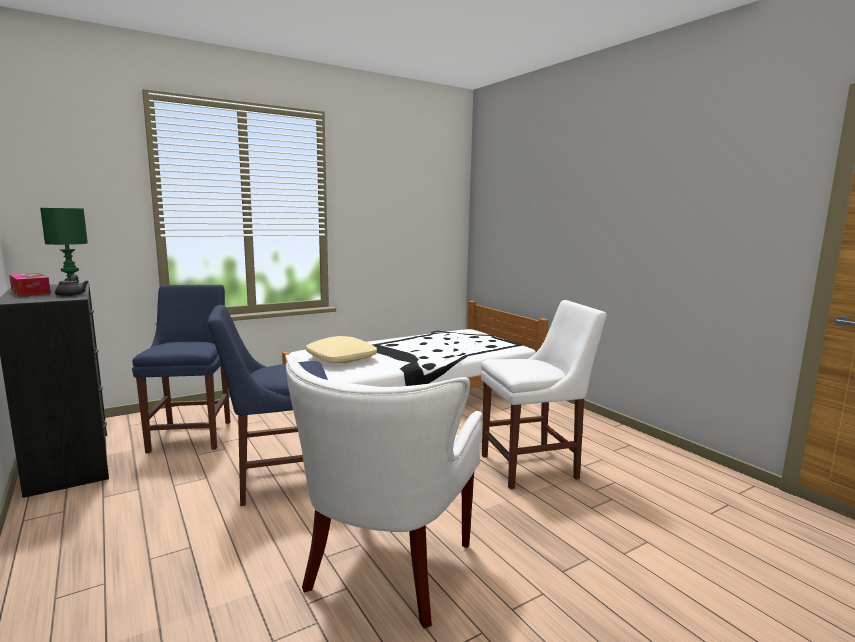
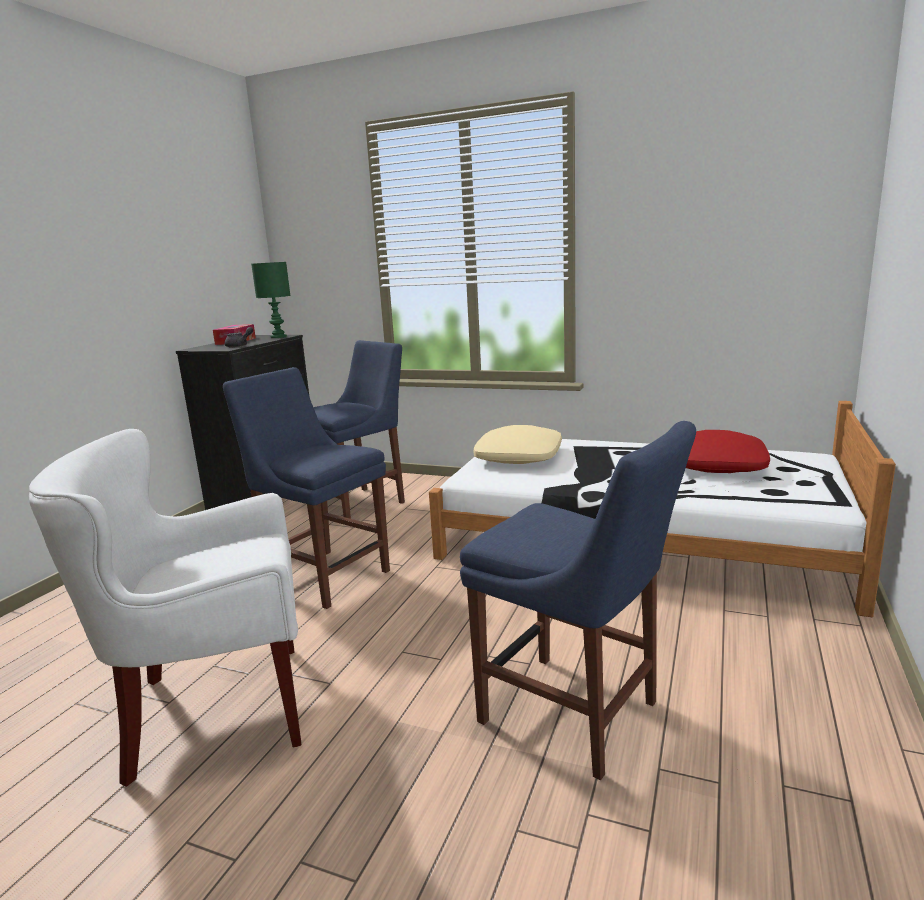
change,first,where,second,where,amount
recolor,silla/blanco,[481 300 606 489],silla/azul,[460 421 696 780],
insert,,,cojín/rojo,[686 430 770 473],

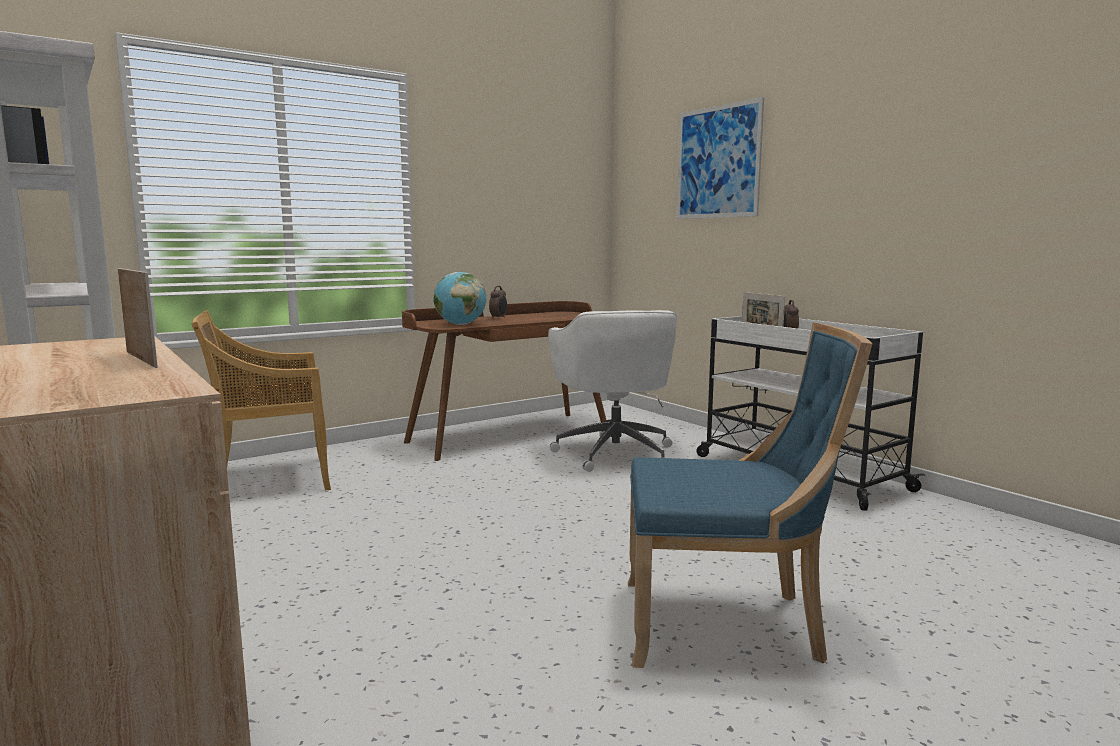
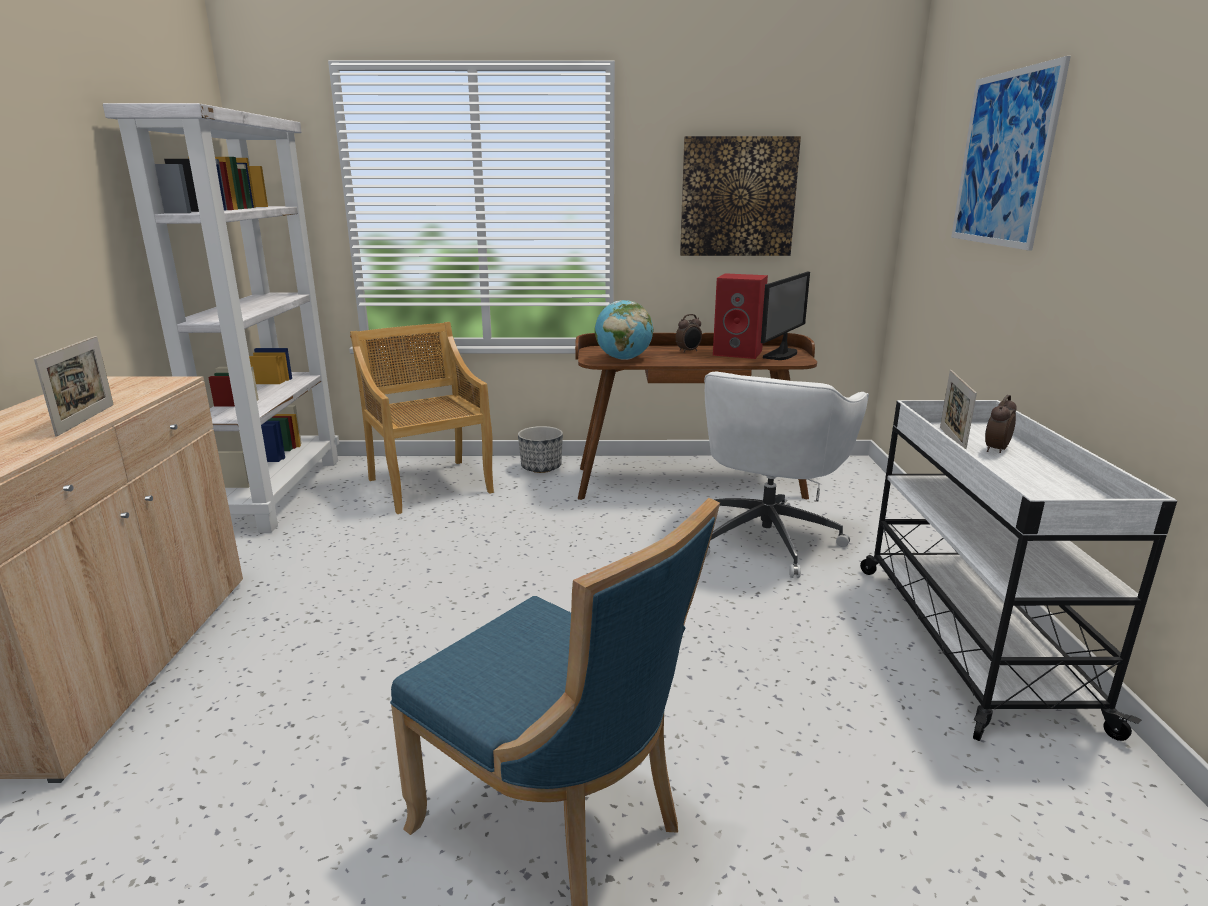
change,first,where,second,where,amount
rotate,silla/beis,[191 310 331 490],,[350 322 494 514],45 degrees clockwise
insert,,,cuadro,[680 136 801 256],
insert,,,monitor,[761 272 810 360],
insert,,,altavoz/rojo,[713 273 768 359],
insert,,,maceta,[518 426 563 473],

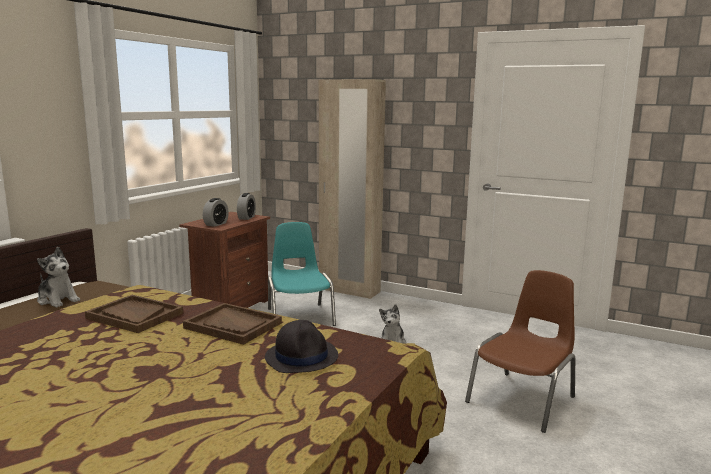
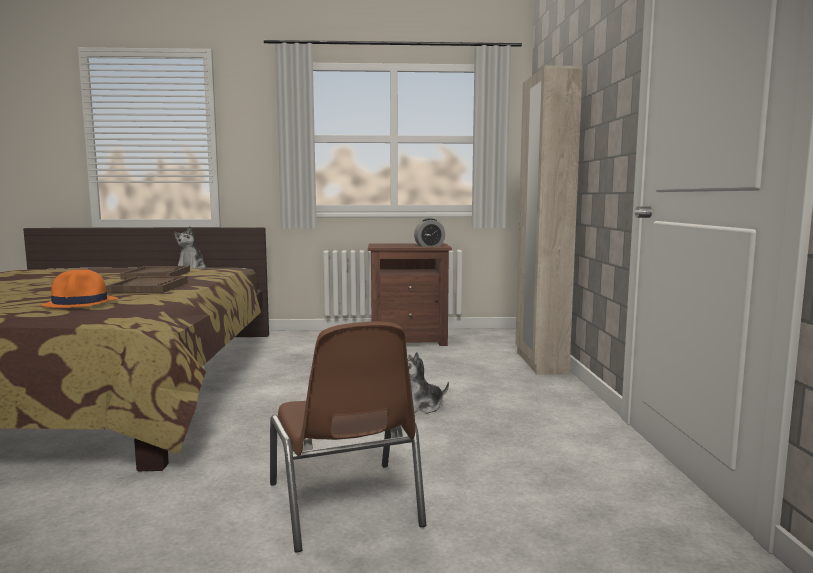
change,first,where,second,where,amount
delete,despertador,[203 198 229 227],,,
delete,silla/turquesa,[268 222 336 326],,,
rotate,silla/marrón,[465 270 575 433],,[270 322 426 552],60 degrees clockwise
recolor,sombrero/negro,[265 320 338 373],sombrero/naranja,[40 269 118 308],

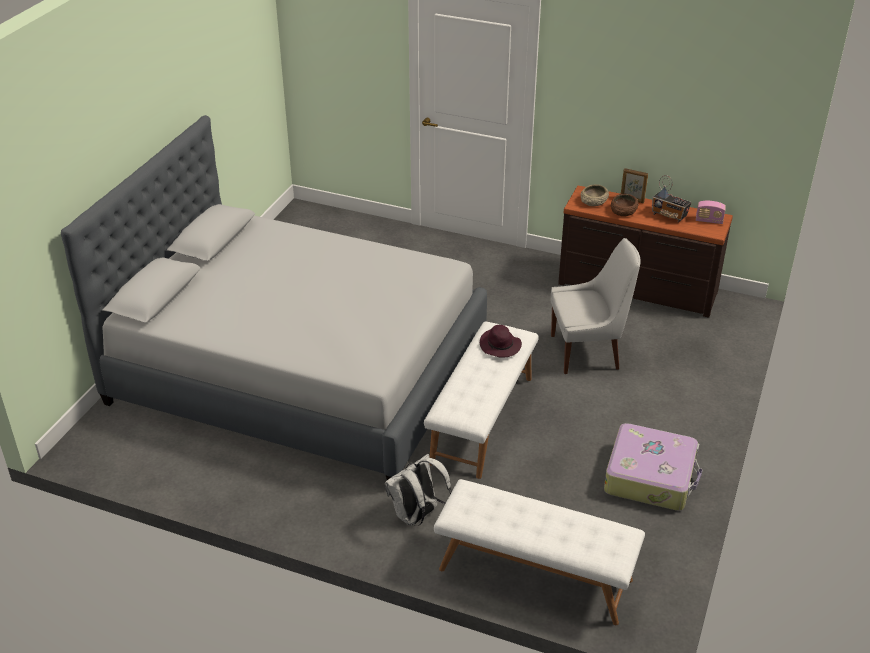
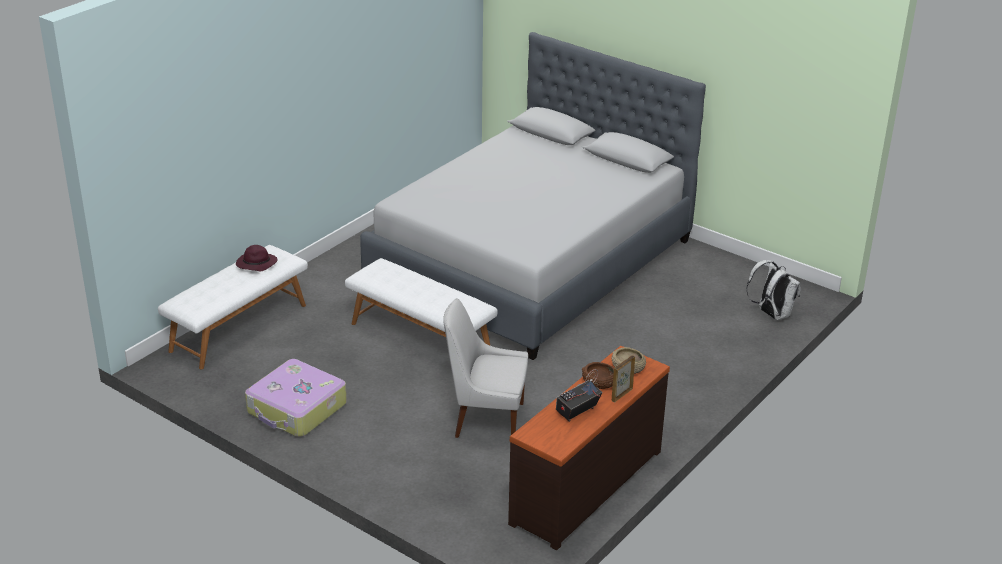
change,first,where,second,where,amount
delete,radio,[696 201 726 224],,,
rotate,silla/blanco,[551 238 640 374],,[443 298 528 438],90 degrees clockwise
move,sombrero/morado,[480 325 522 357],,[236 245 278 271],
move,mochila/blanco,[385 454 452 526],,[746 260 801 320],

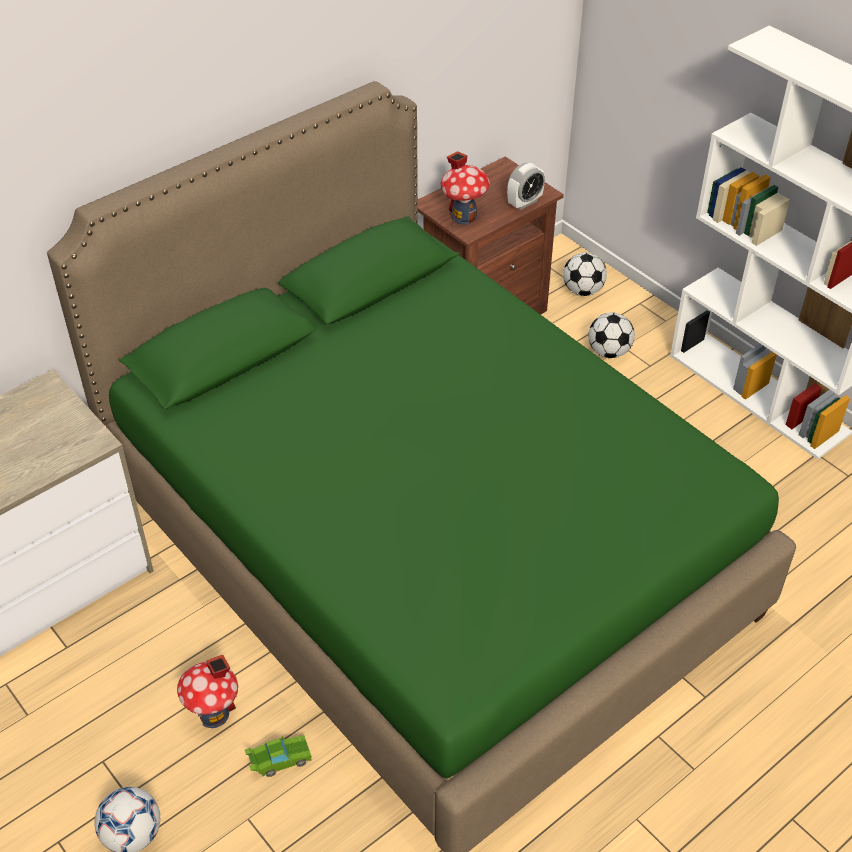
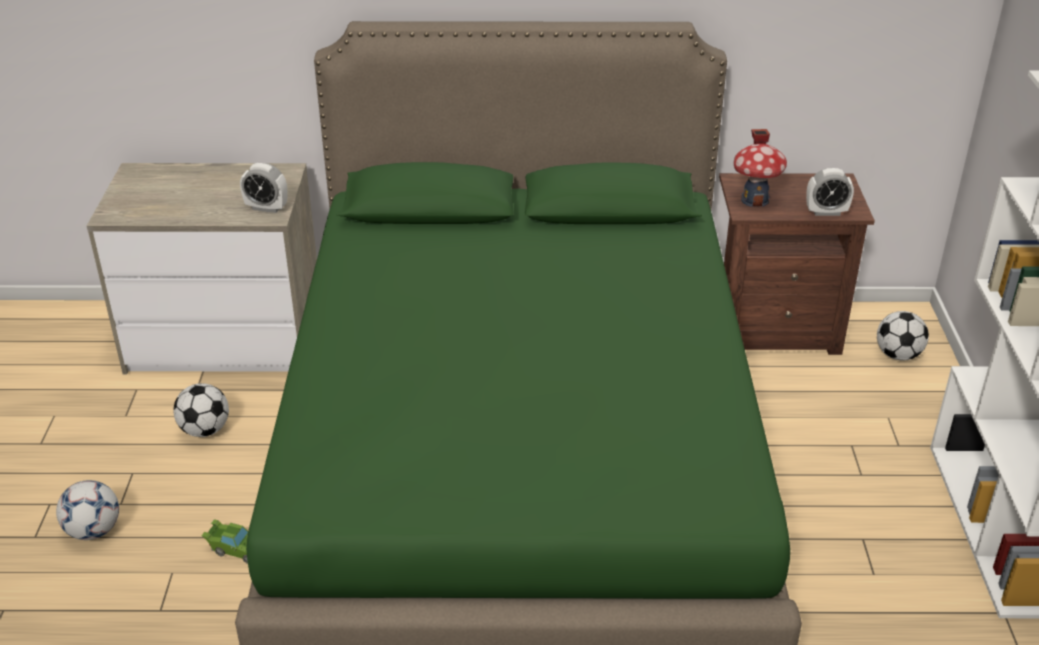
change,first,where,second,where,amount
move,balón de fútbol,[588 312 635 358],,[173 383 229 437],
delete,casita,[177 655 238 728],,,
insert,,,despertador,[240 163 288 213],

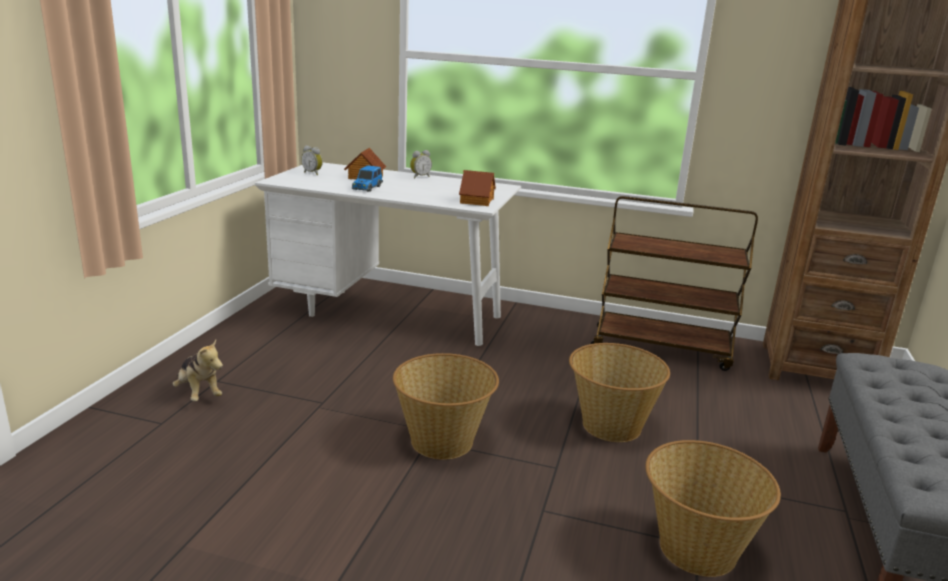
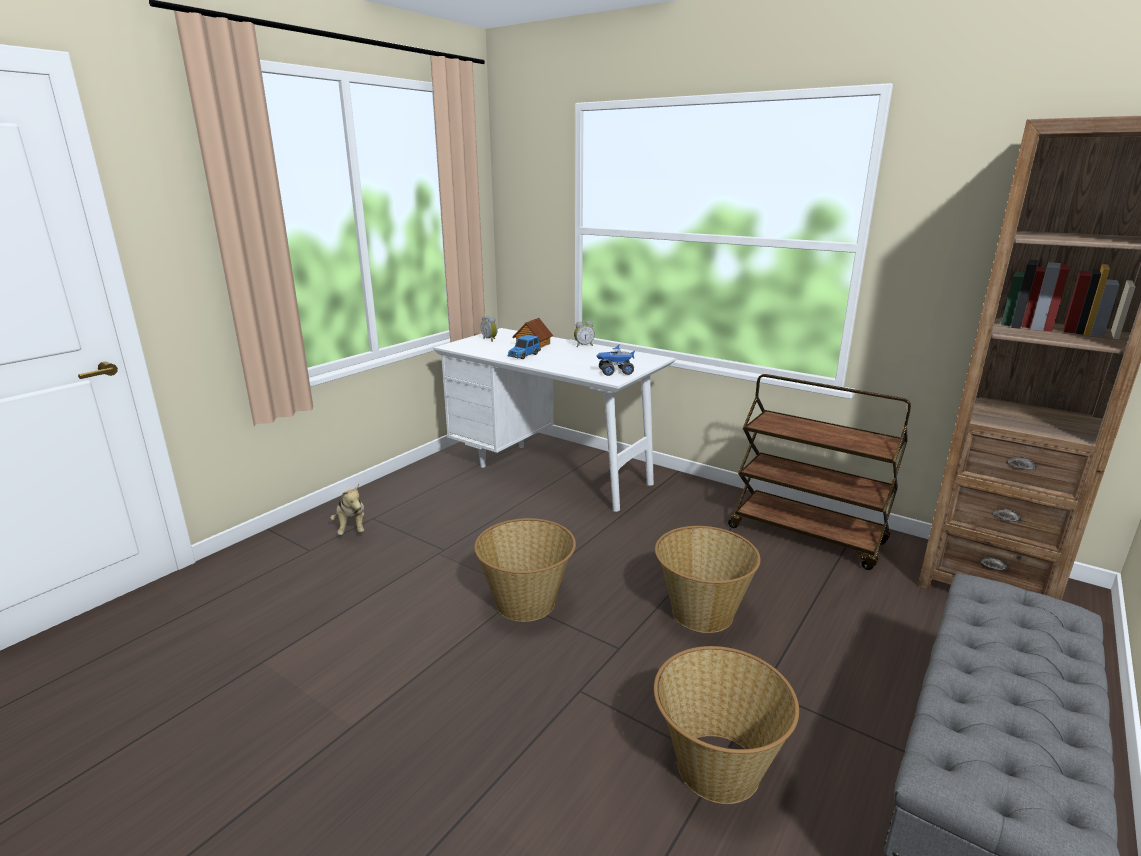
change,first,where,second,where,amount
replace,casita,[459 170 496 206],camión de juguete,[597 344 635 376],

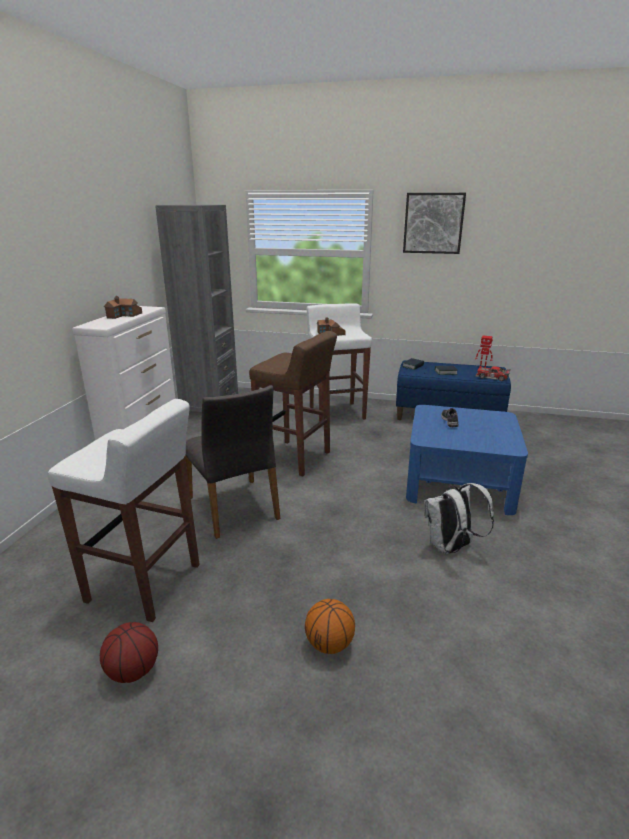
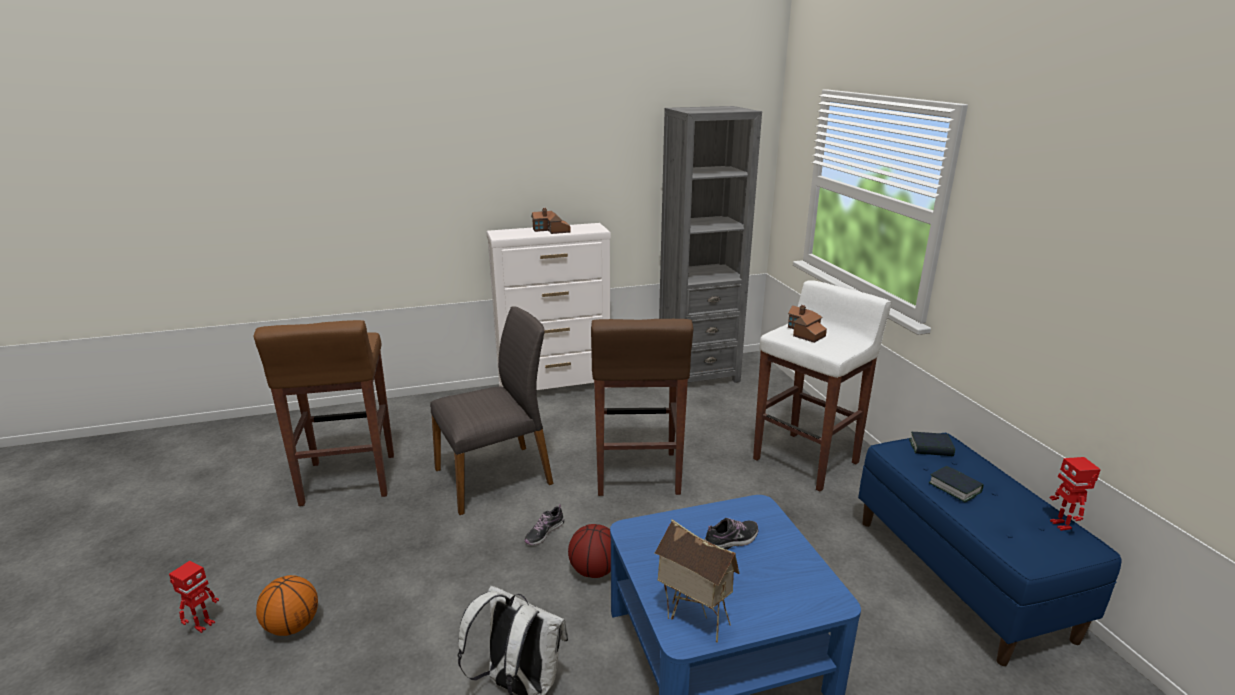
change,first,where,second,where,amount
delete,cuadro,[403 193 466 254],,,
delete,coche de juguete,[475 366 511 381],,,
rotate,silla/gris,[185 385 280 539],,[430 306 553 515],150 degrees counterclockwise
recolor,taburete/blanco,[47 399 200 622],taburete/marrón,[254 320 394 506],
move,balón de baloncesto,[100 622 158 683],,[568 524 611 578],
insert,,,zapato,[524 504 564 545],
insert,,,casita,[655 519 739 642],
insert,,,robot de juguete,[169 561 219 633],

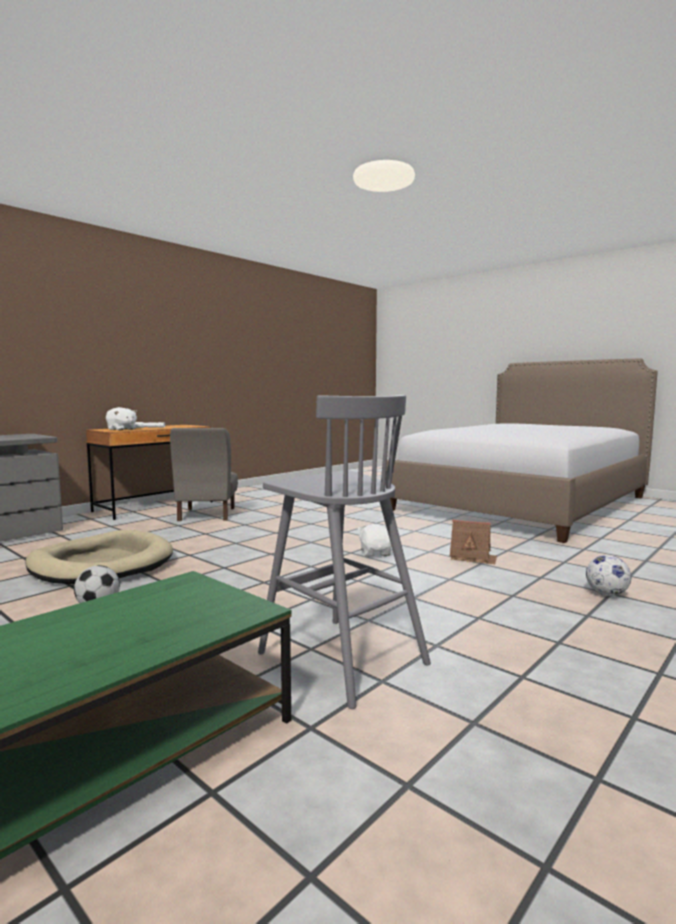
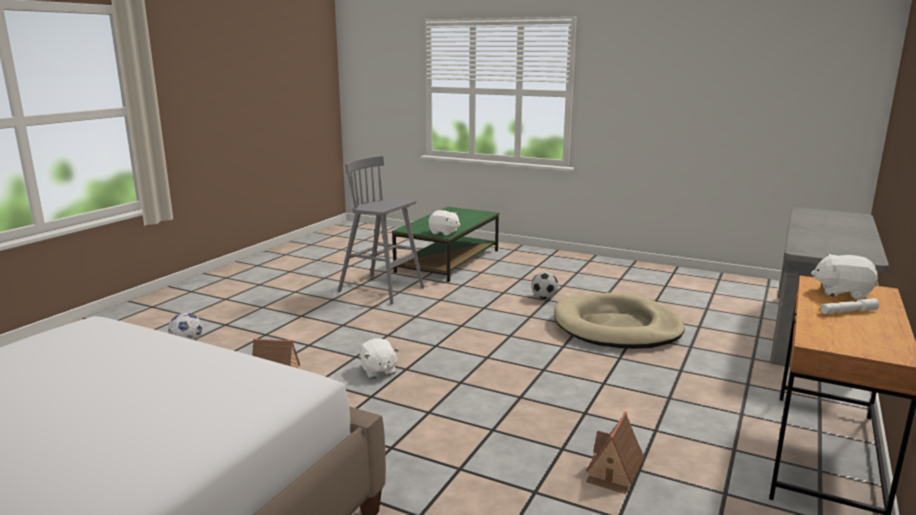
change,first,where,second,where,amount
delete,silla/gris,[170 428 238 521],,,
insert,,,peluche/blanco,[428 210 461 236],
insert,,,casita,[586 412 644 494],

